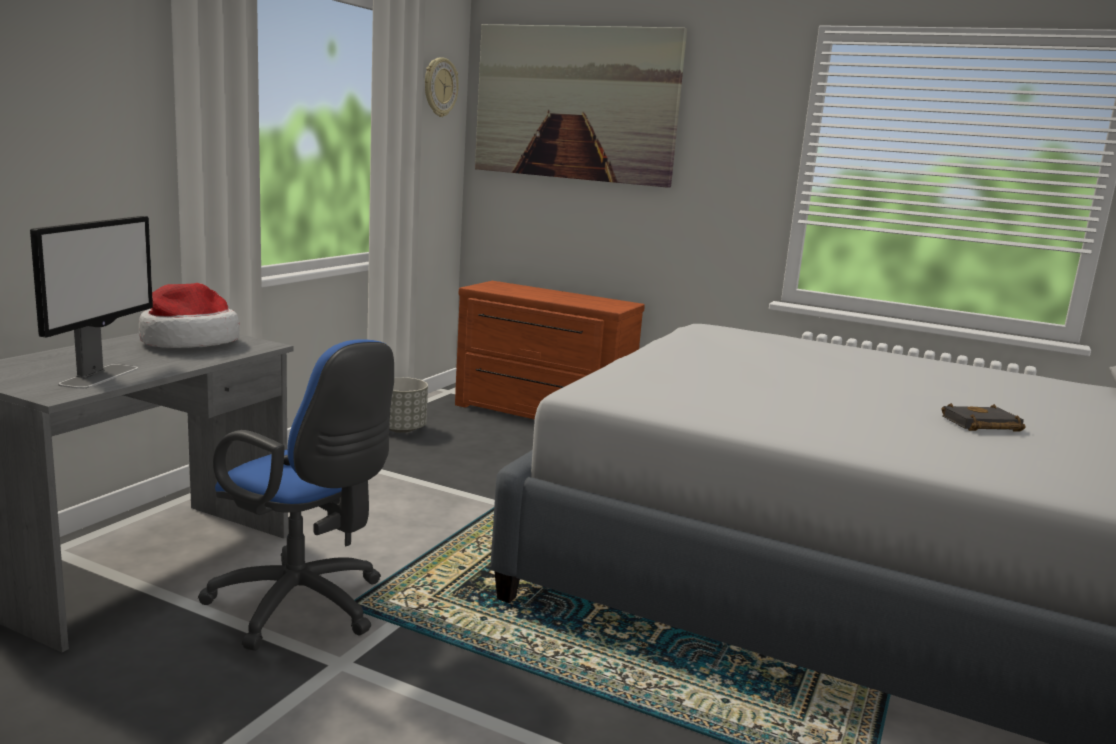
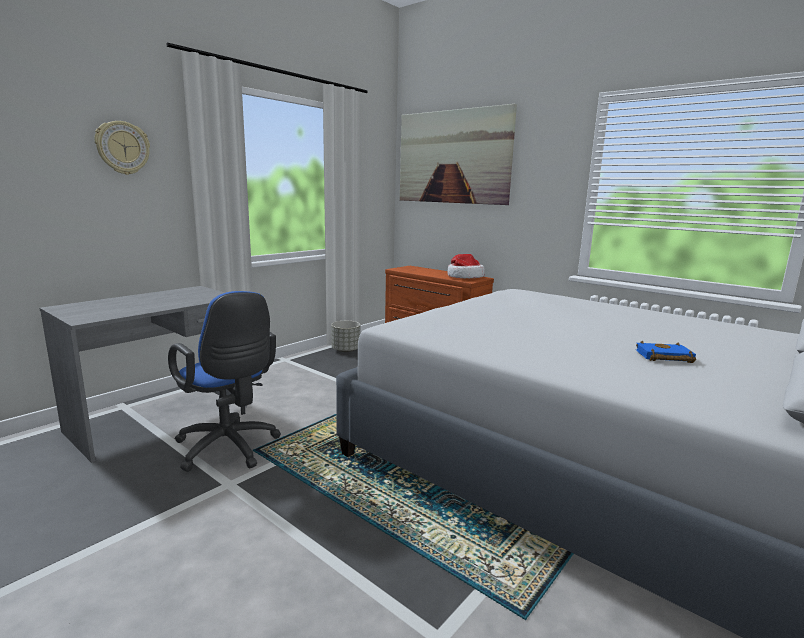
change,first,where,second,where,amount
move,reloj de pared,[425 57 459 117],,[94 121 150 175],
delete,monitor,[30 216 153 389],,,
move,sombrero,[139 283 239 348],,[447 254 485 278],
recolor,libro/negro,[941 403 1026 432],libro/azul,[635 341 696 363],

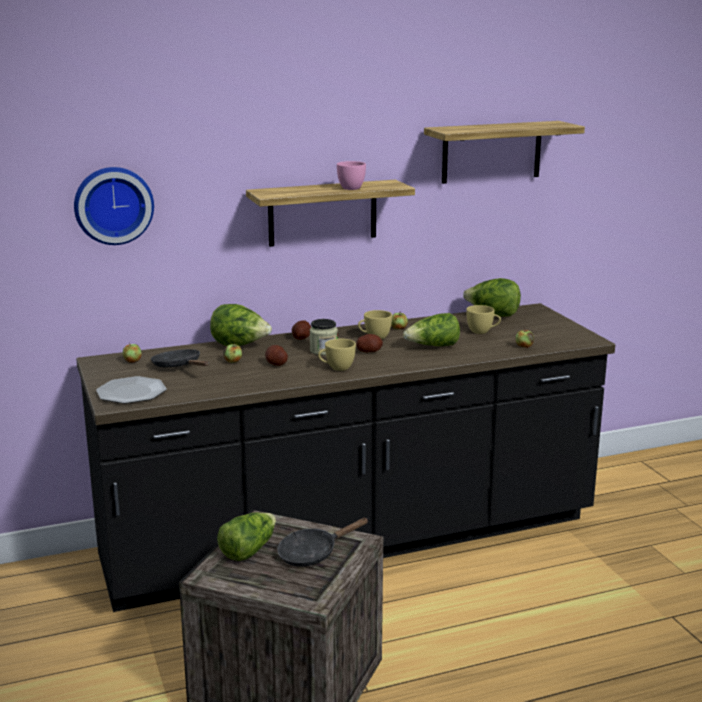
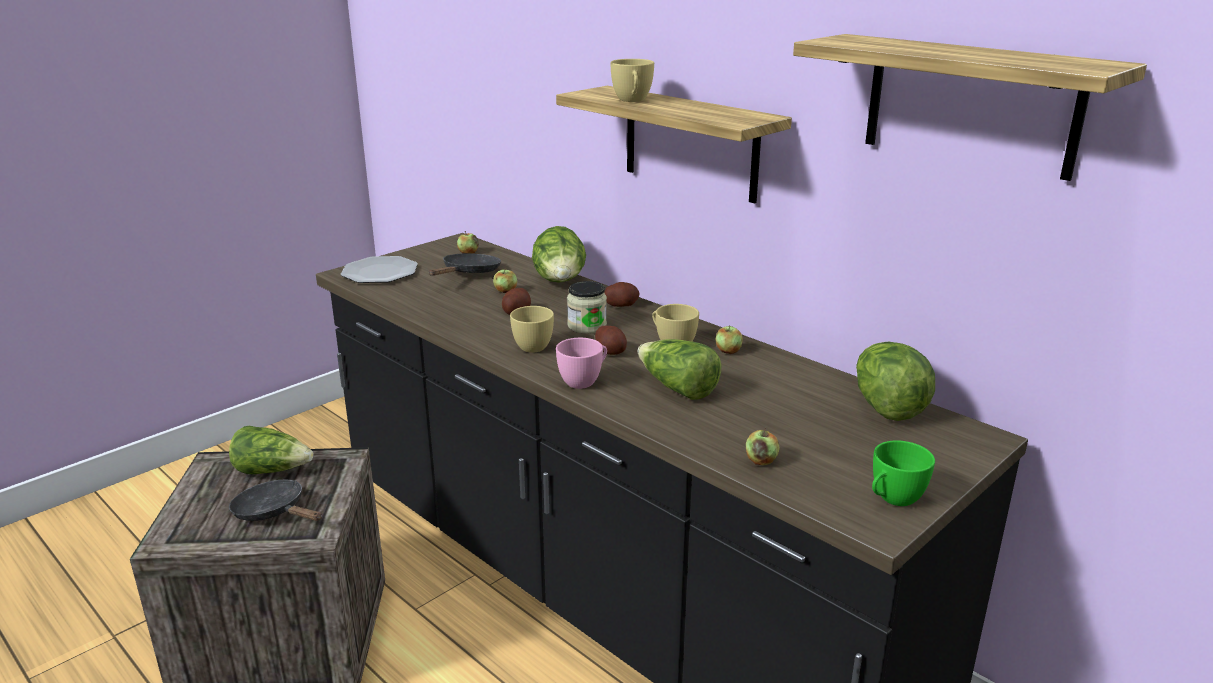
change,first,where,second,where,amount
move,taza/rosa,[337 161 366 190],,[556 338 607 389],
delete,reloj de pared,[74 167 154 245],,,
move,taza/amarillo,[467 305 501 334],,[611 59 654 102],
insert,,,taza/verde,[872 440 935 506],

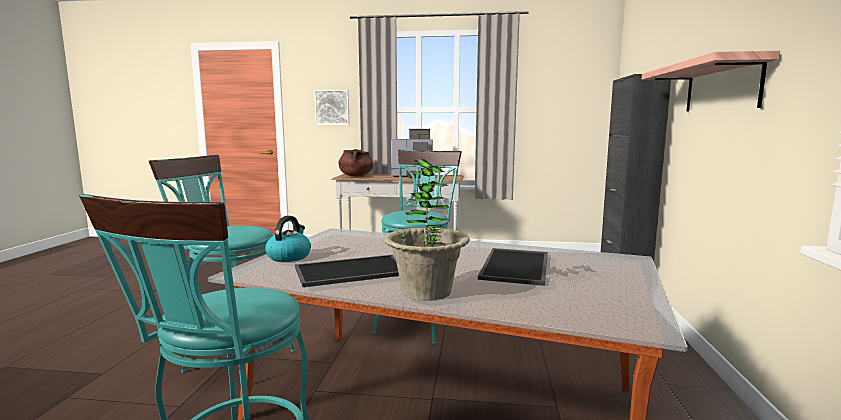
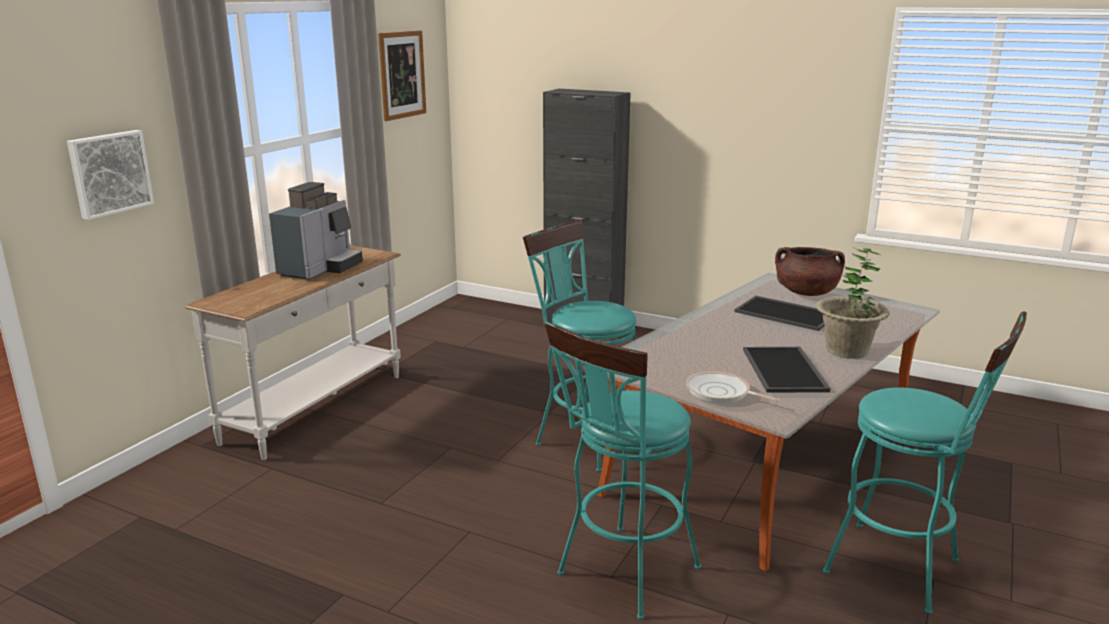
change,first,where,second,where,amount
delete,estante,[642 51 780 112],,,
move,olla/marrón,[338 149 373 176],,[775 247 845 296],
replace,hervidor,[265 216 311 262],sartén,[686 371 779 403],
insert,,,cuadro,[378 30 426 121],

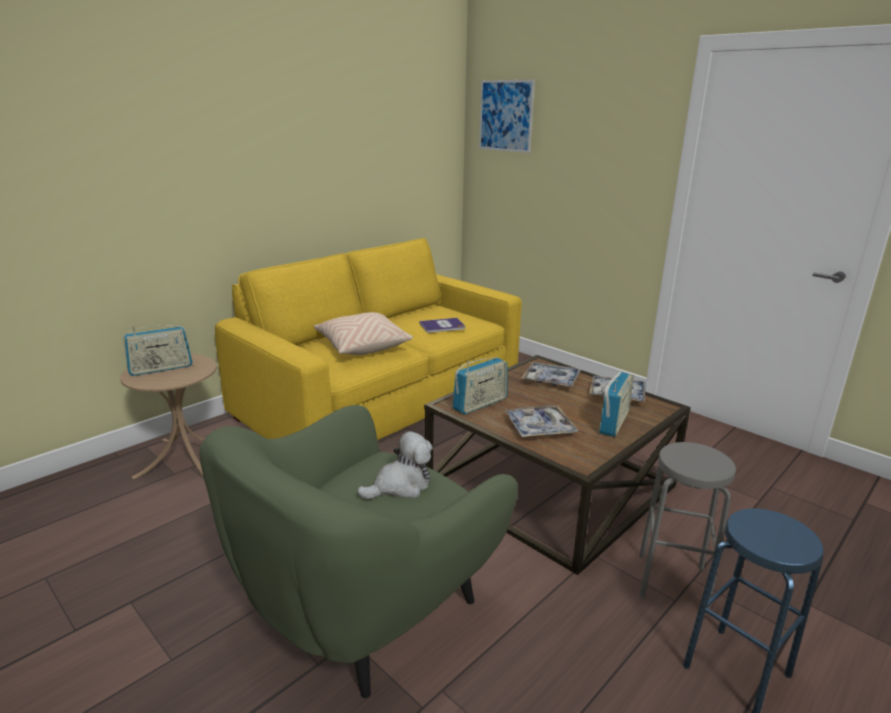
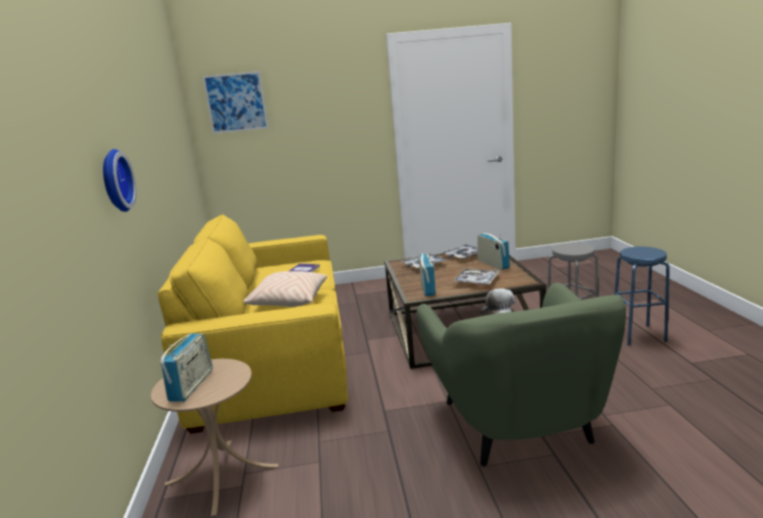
change,first,where,second,where,amount
insert,,,reloj de pared,[103 149 136 212],

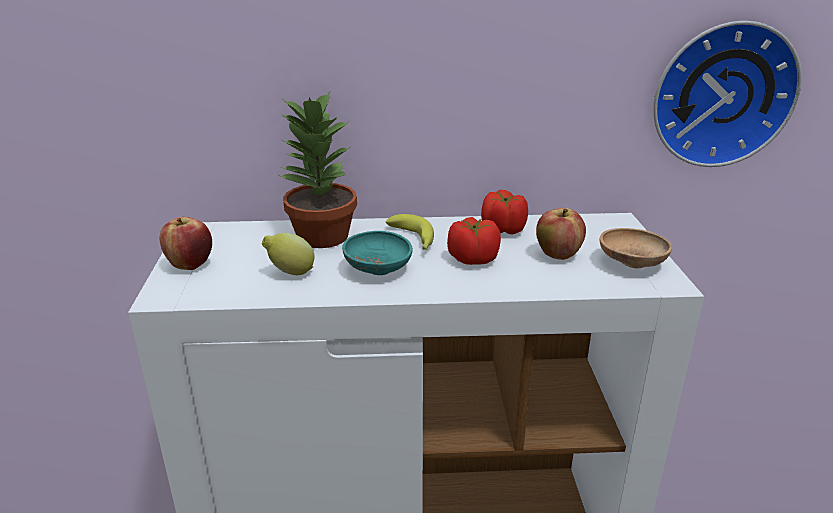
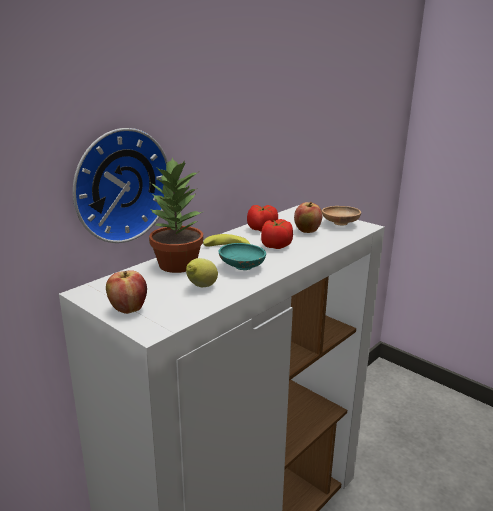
change,first,where,second,where,amount
move,reloj de pared,[653 21 802 167],,[73 128 168 243],

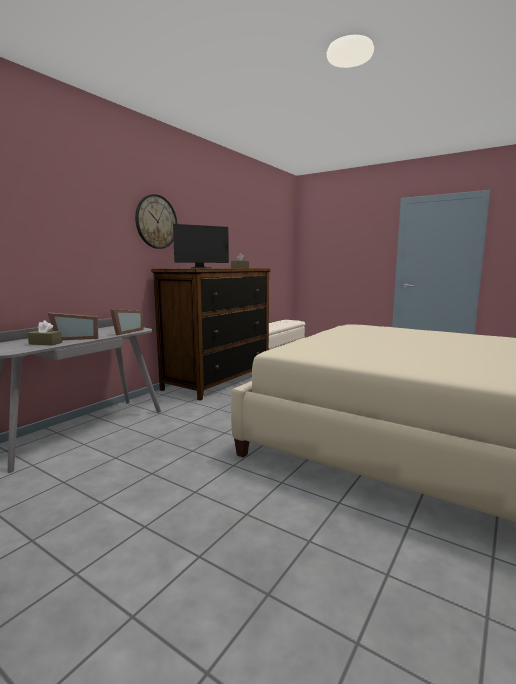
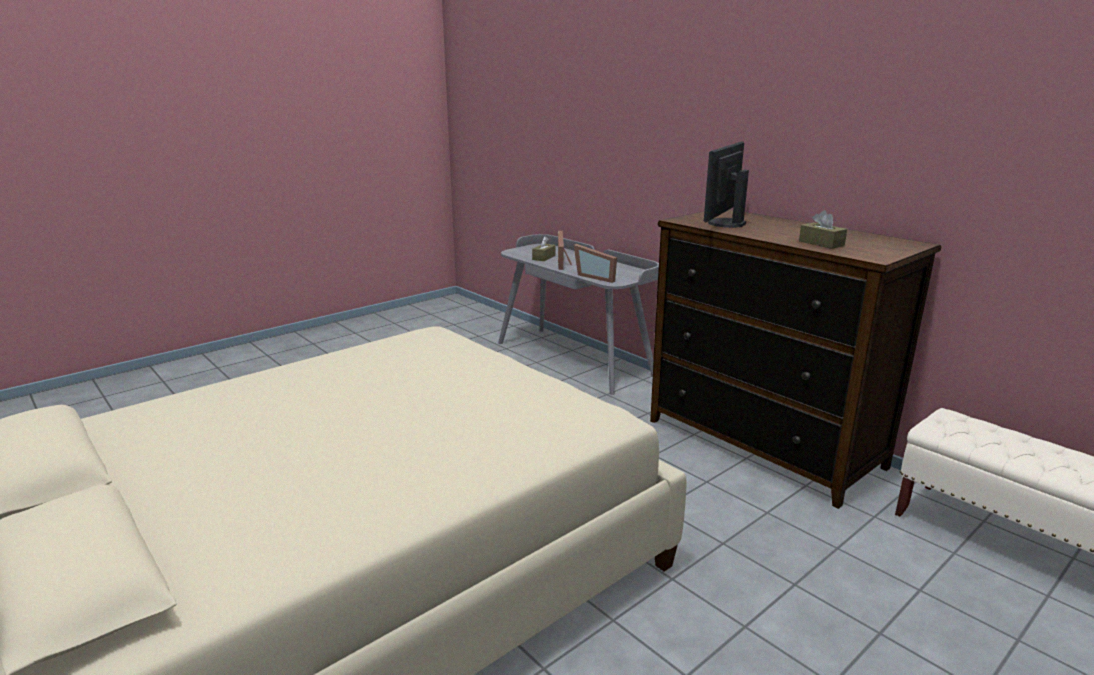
change,first,where,second,where,amount
delete,reloj de pared,[135 194 177 249],,,
rotate,monitor,[173 224 229 269],,[704 141 749 228],45 degrees clockwise

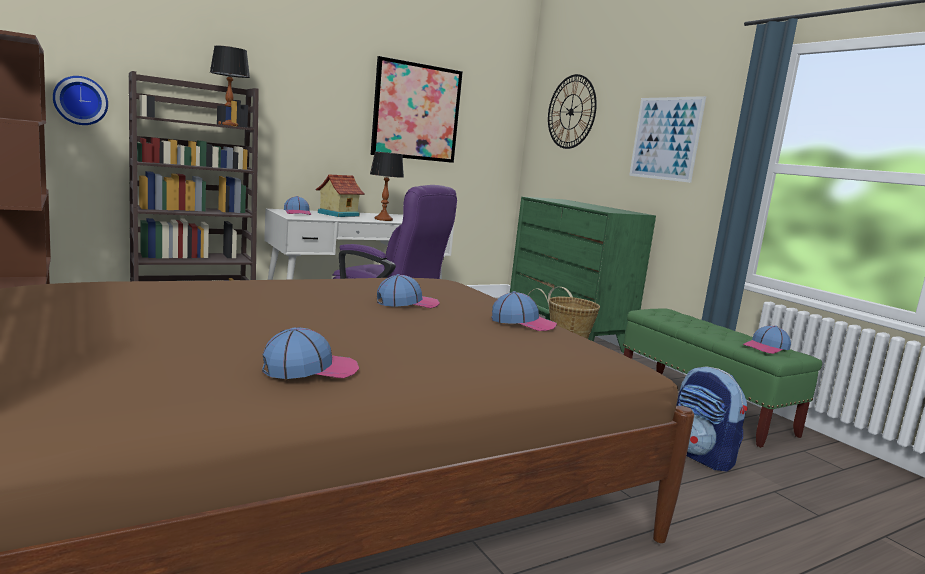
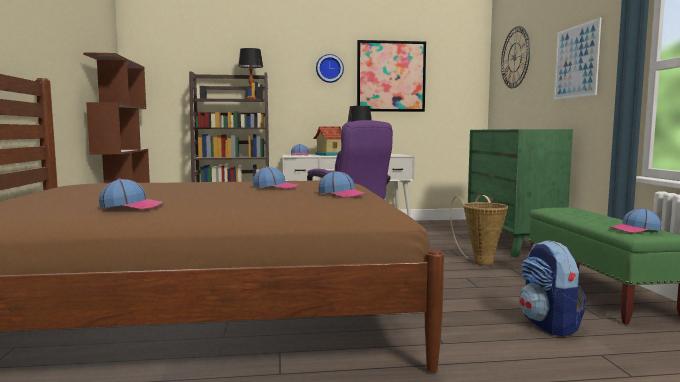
change,first,where,second,where,amount
move,reloj de pared,[53 76 108 125],,[316 54 344 83],

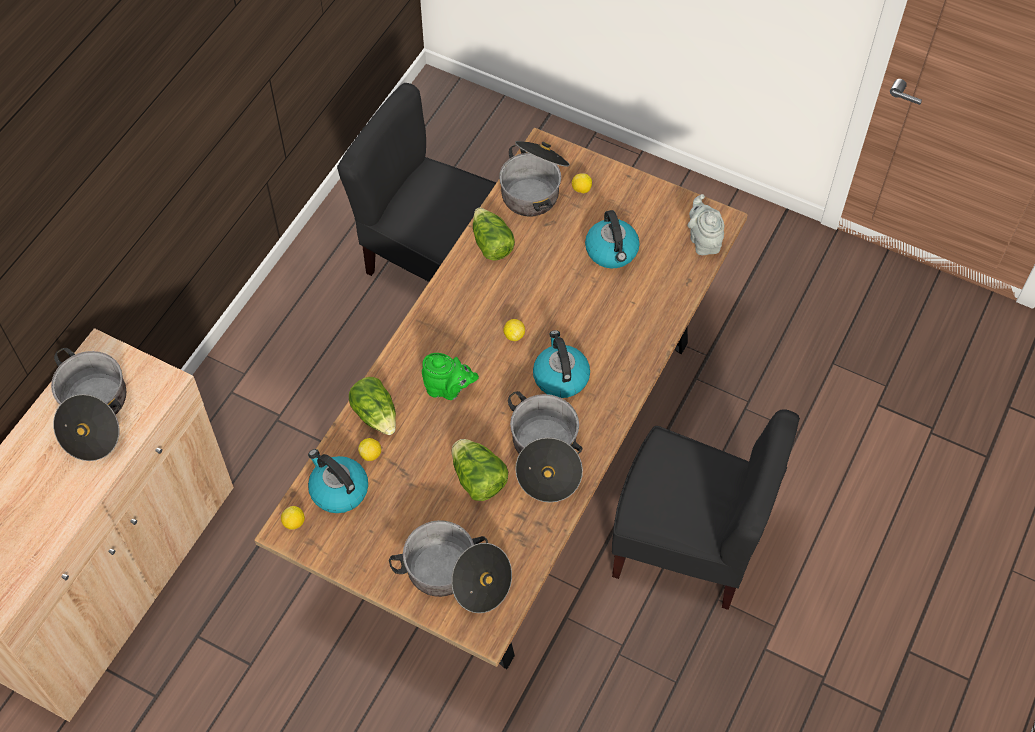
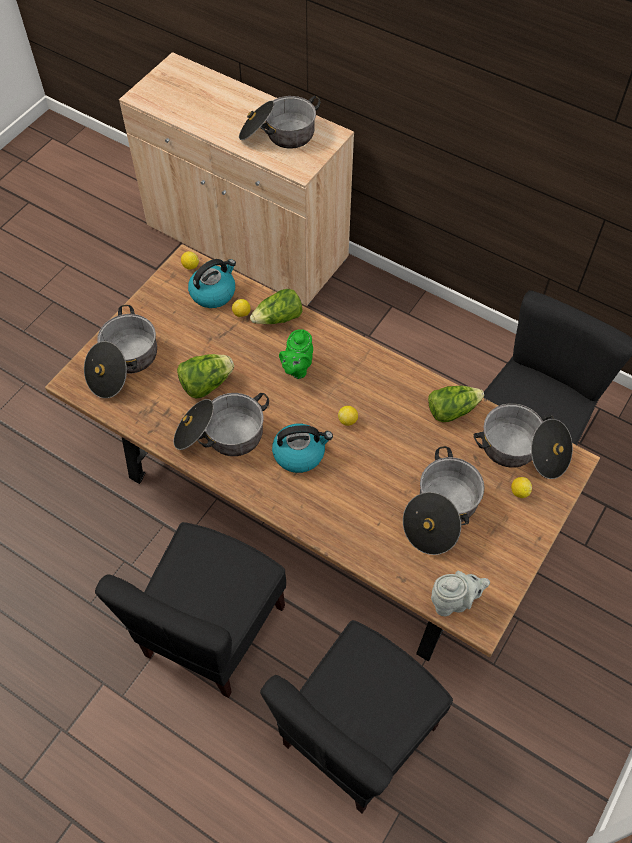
change,first,where,second,where,amount
replace,hervidor,[585 210 640 268],olla,[403 446 484 555],
insert,,,silla/negro,[260 620 453 813],

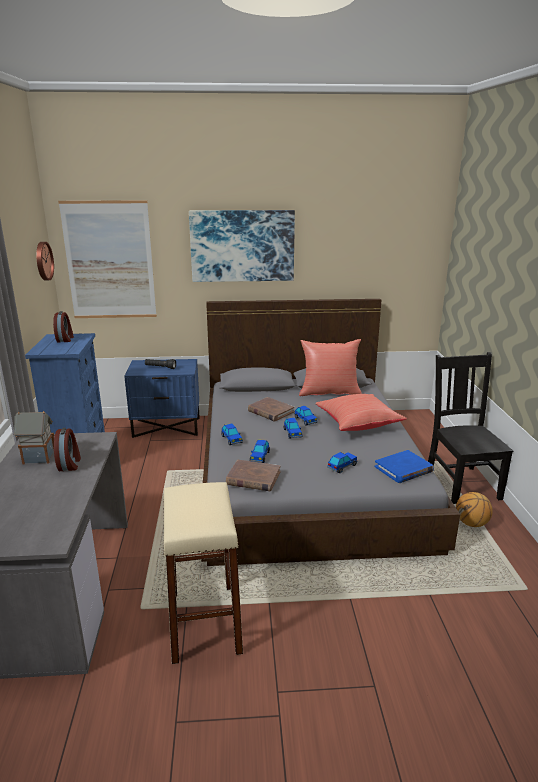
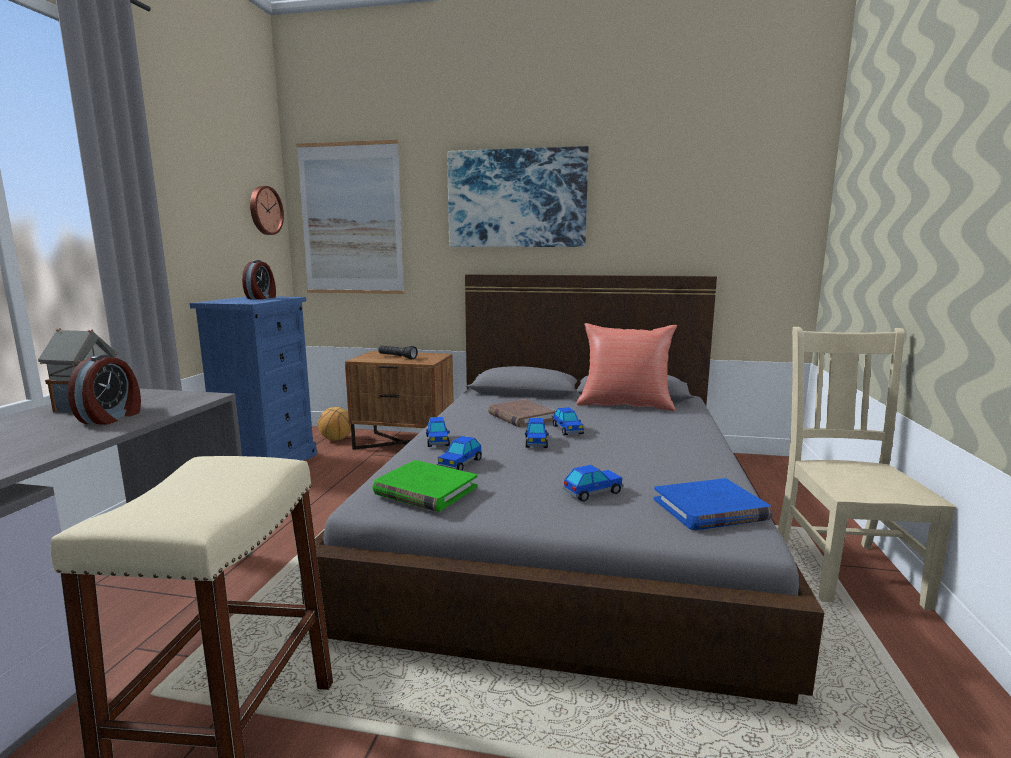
change,first,where,second,where,amount
recolor,silla/negro,[428 352 513 504],silla/beis,[778 327 956 610],
recolor,mesita de noche/azul,[125 359 200 438],mesita de noche/marrón,[345 351 453 450],
delete,cojín/rojo,[315 394 407 431],,,
recolor,libro/marrón,[226 460 281 491],libro/verde,[372 460 478 512],
move,balón de baloncesto,[456 492 493 527],,[318 407 351 441],

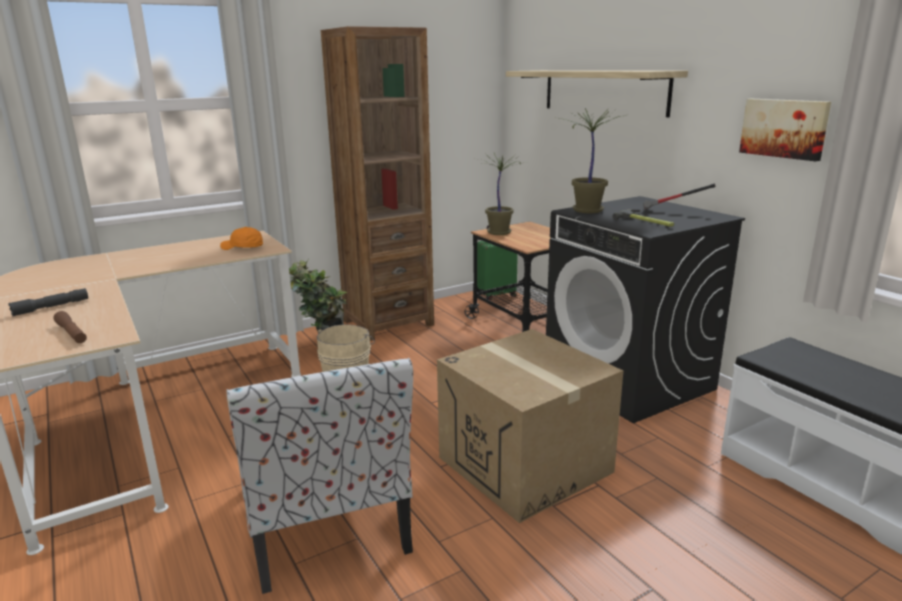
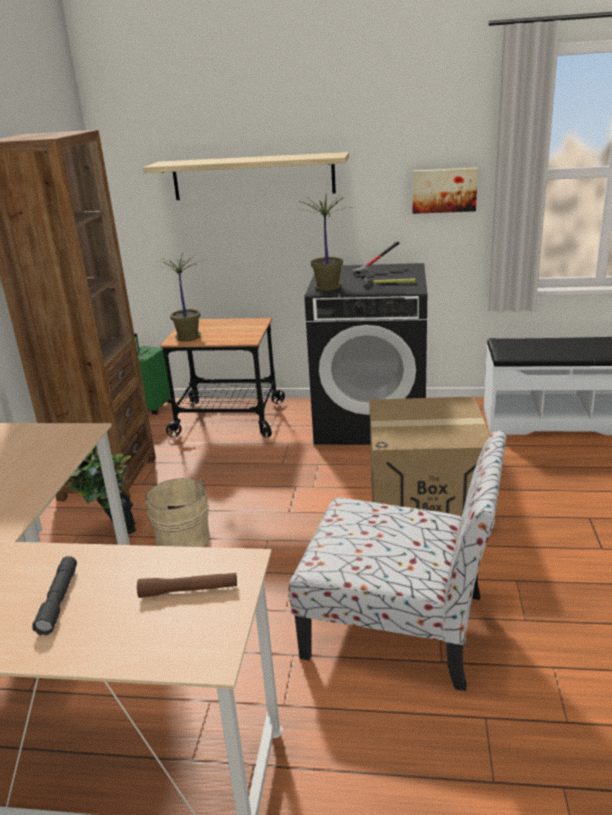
change,first,where,second,where,amount
delete,gorra/naranja,[220 227 263 250],,,

